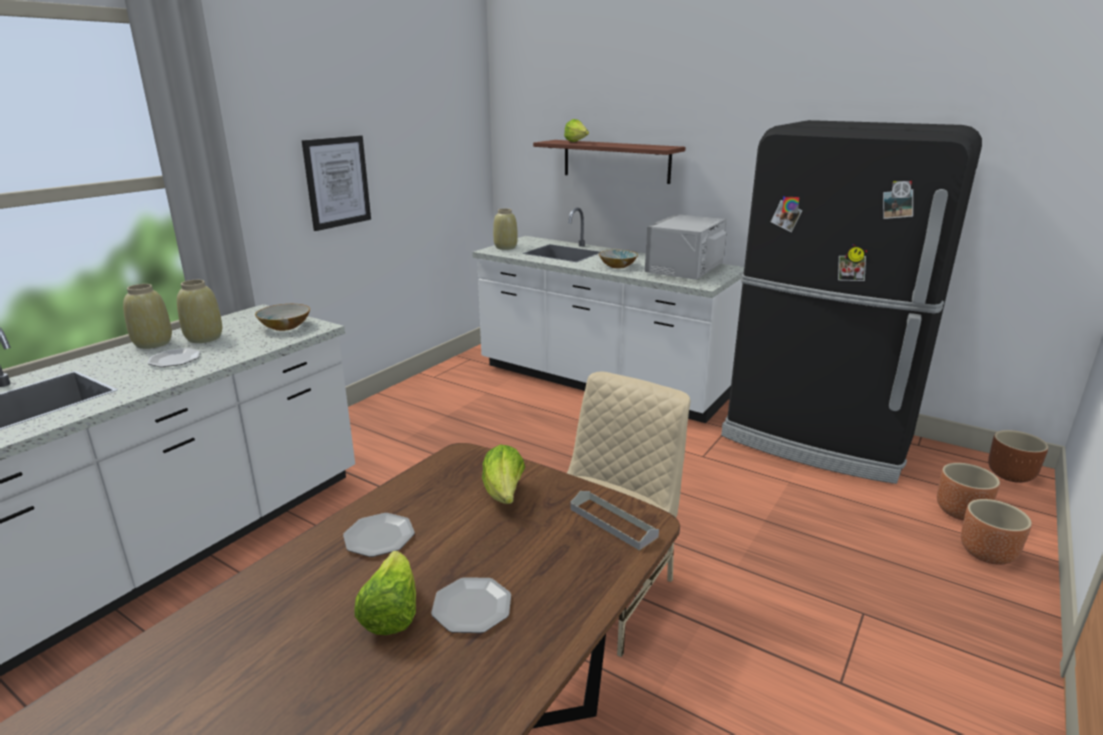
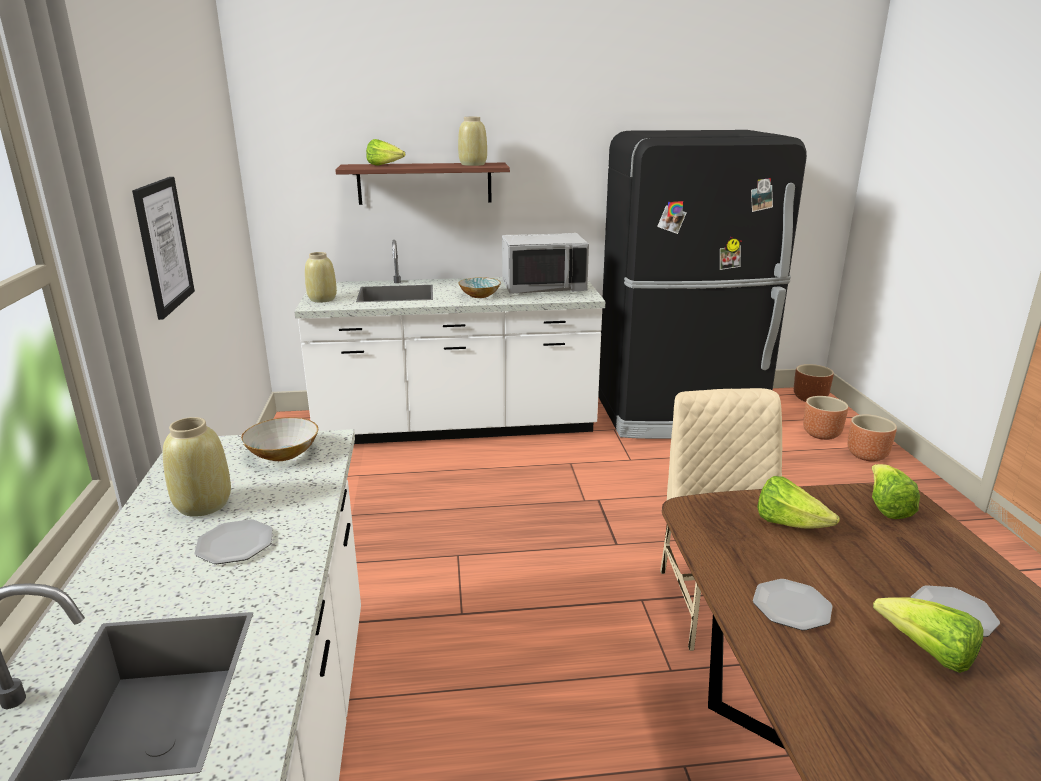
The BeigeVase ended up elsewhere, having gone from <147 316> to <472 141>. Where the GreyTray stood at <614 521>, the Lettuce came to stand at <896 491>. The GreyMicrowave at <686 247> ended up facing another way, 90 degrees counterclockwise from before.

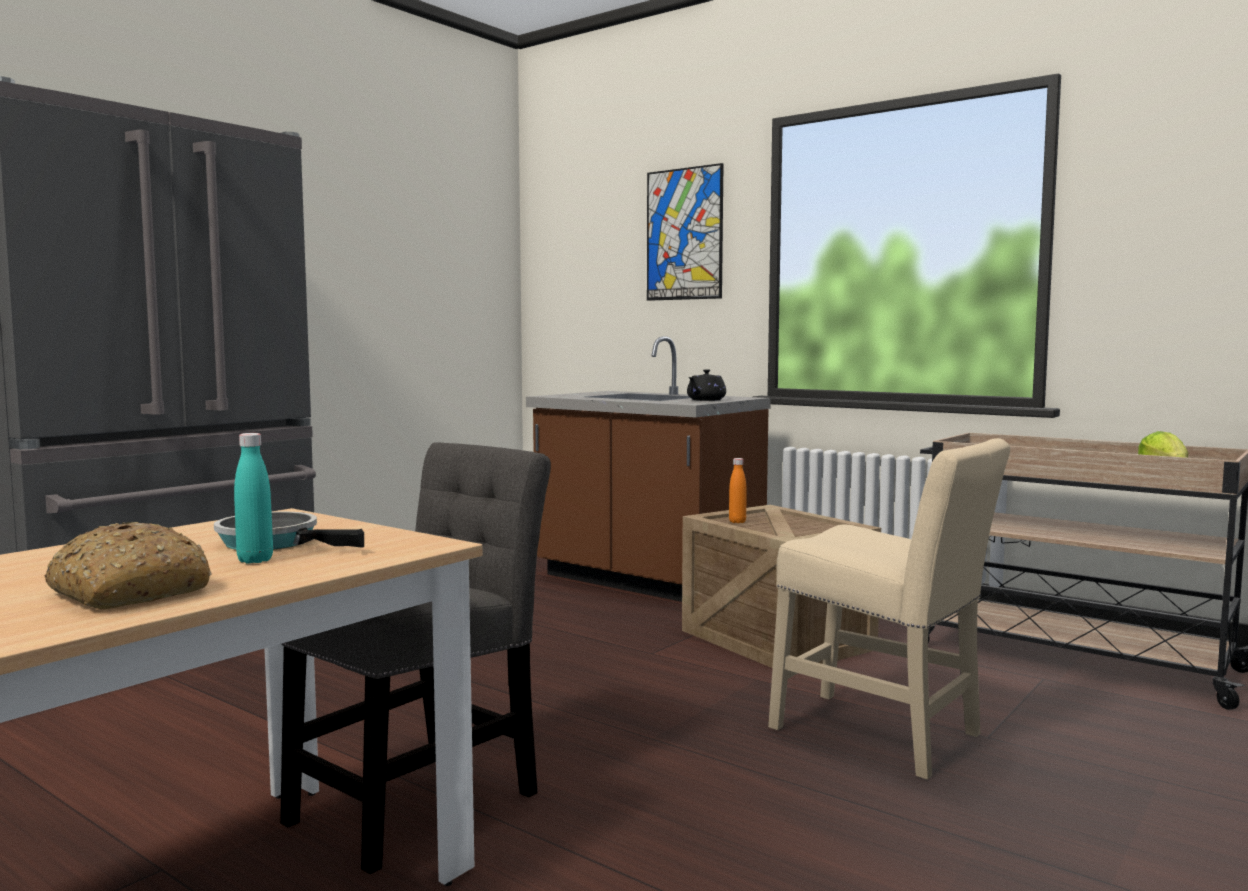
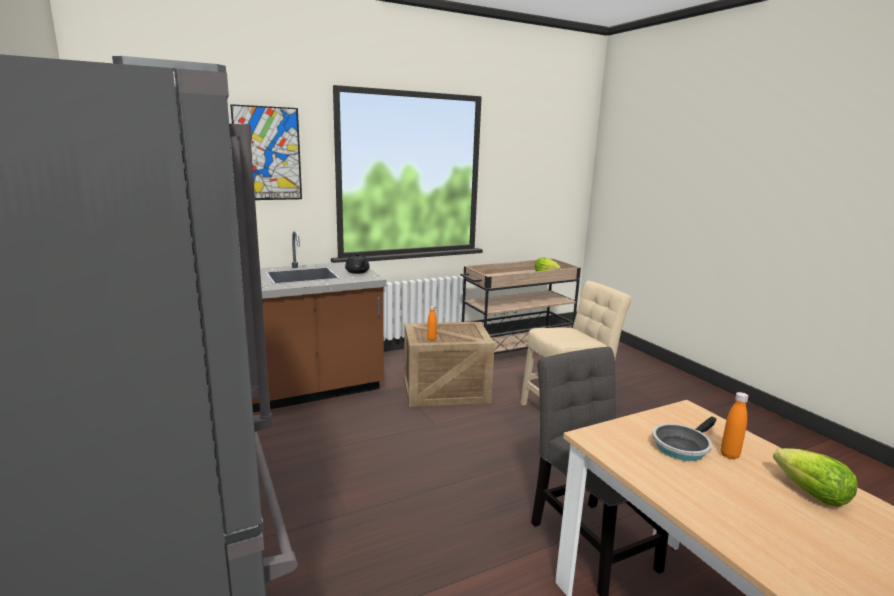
Where the Bread stood at <128 565>, the Lettuce came to stand at <815 477>. What was the TurquoiseBottle at <253 498> turned into the OrangeBottle at <734 425>.

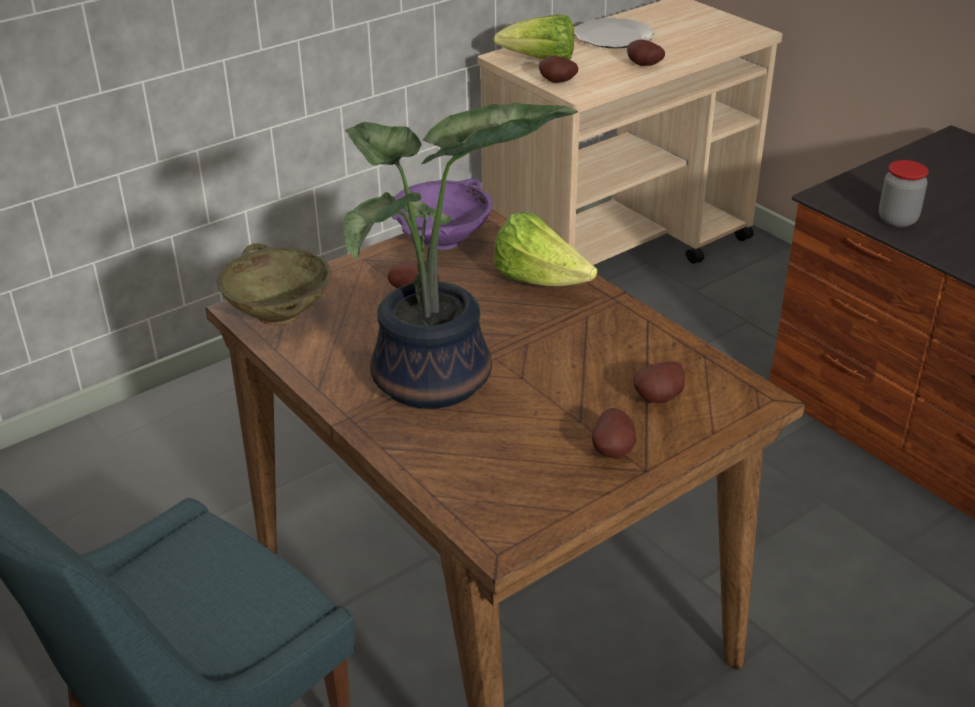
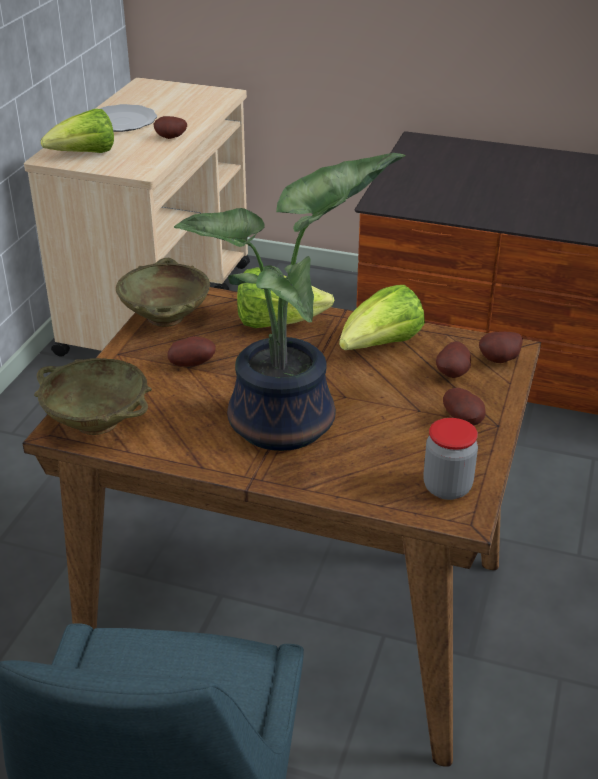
The second view gained the Lettuce at <382 317>. The Potato ended up elsewhere, having gone from <558 69> to <501 347>. The Jar ended up elsewhere, having gone from <904 193> to <451 459>. What was the PurpleBowl at <442 214> turned into the BeigeBowl at <163 292>.

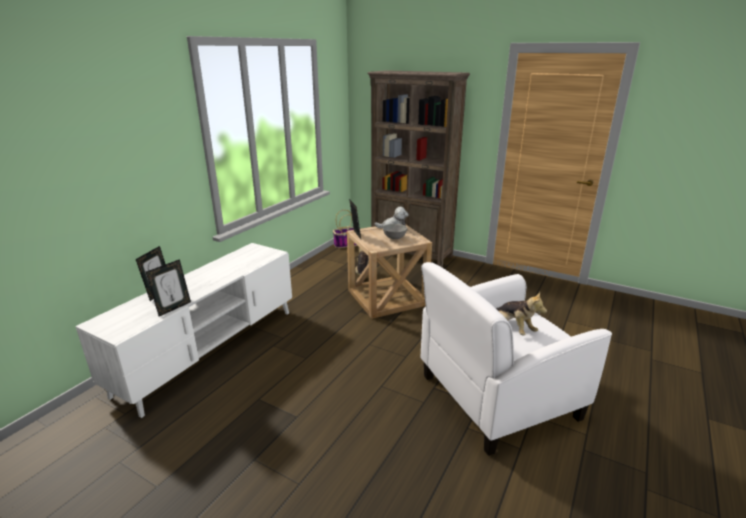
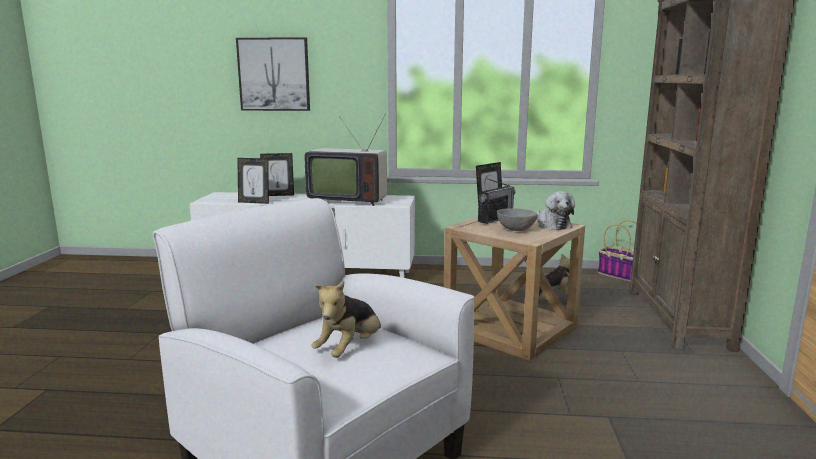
The second view gained the Picture at <273 74>. The second view gained the Television at <346 159>. The second view gained the Radio at <496 201>.

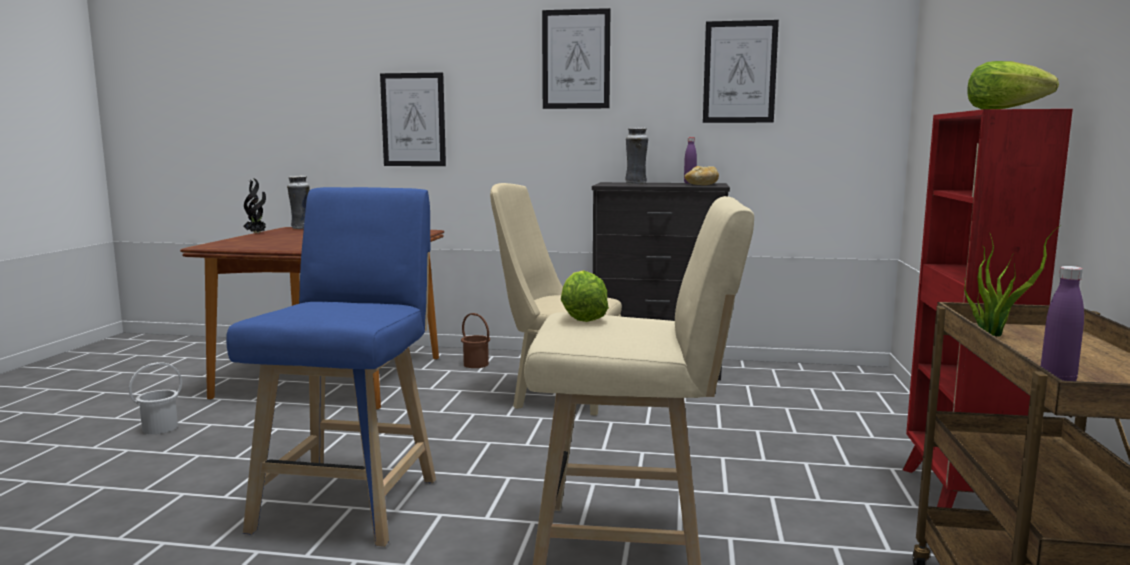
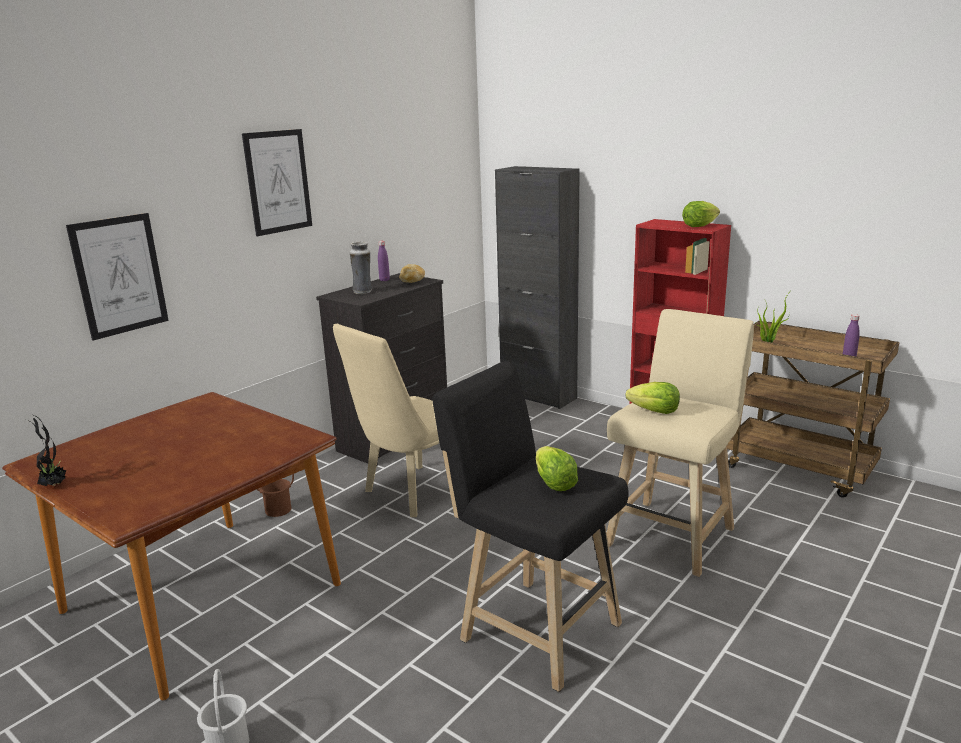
The second view lost the Vase at <298 202>. The second view lost the Picture at <741 71>. The second view gained the BlackCabinet at <537 287>. The second view gained the Lettuce at <557 468>. What was the BlueStool at <331 367> turned into the BlackStool at <530 526>.

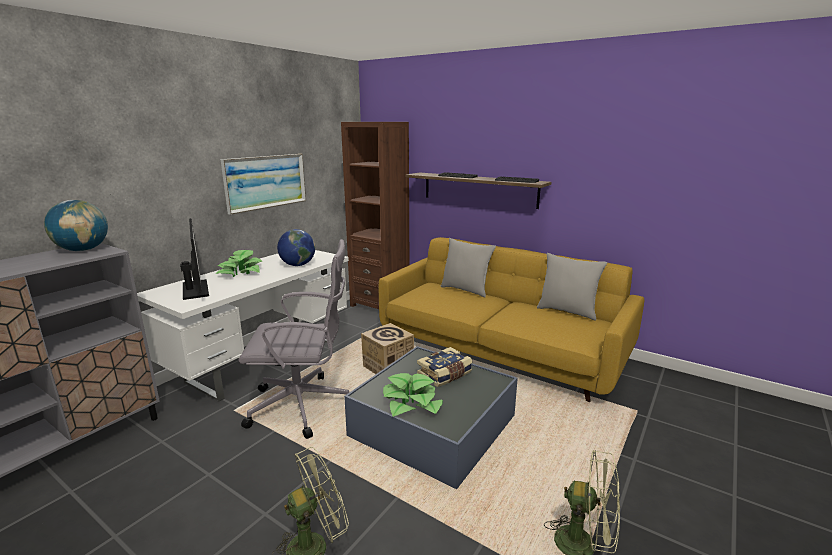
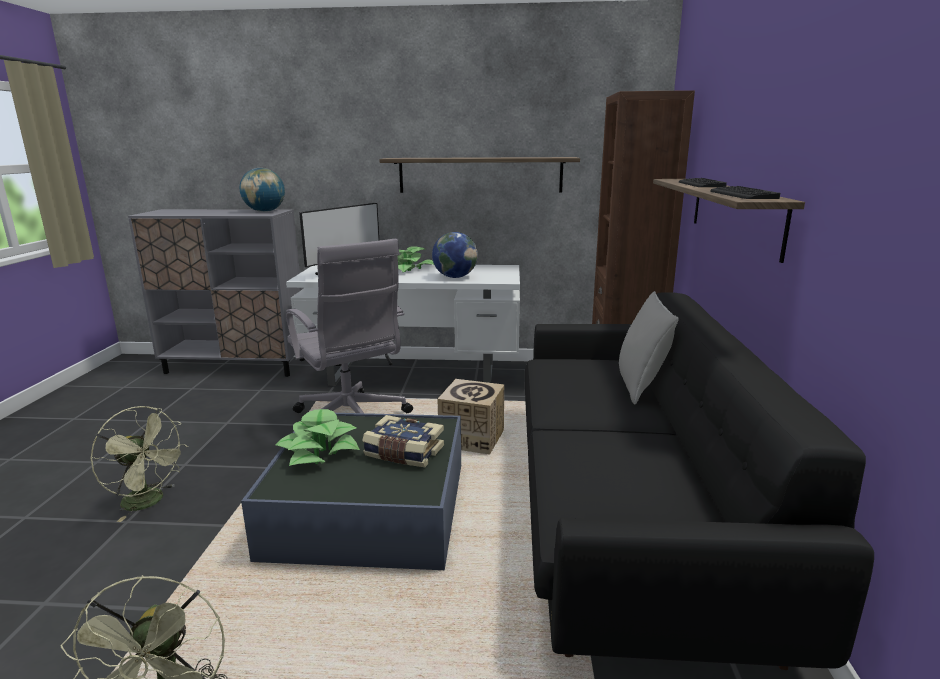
The second view lost the GreyPillow at <572 287>. Where the Picture hung at <263 184>, the Shelf came to hang at <479 175>. What was the YellowSofa at <511 319> turned into the BlackSofa at <699 481>.

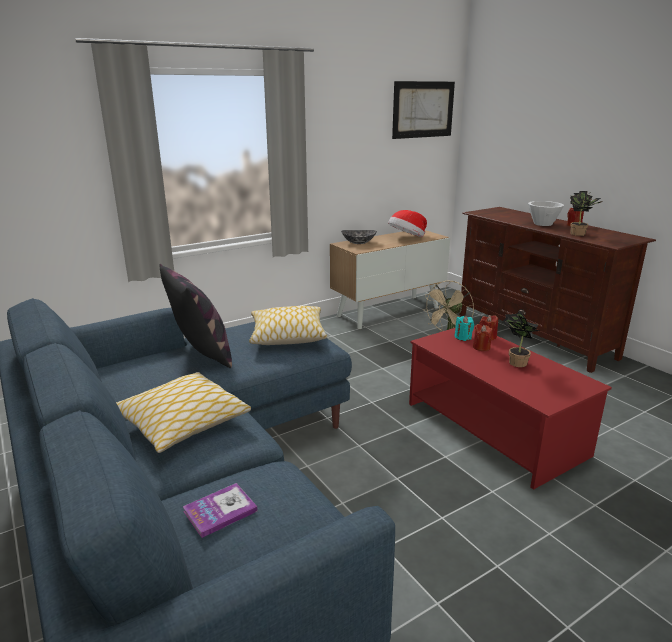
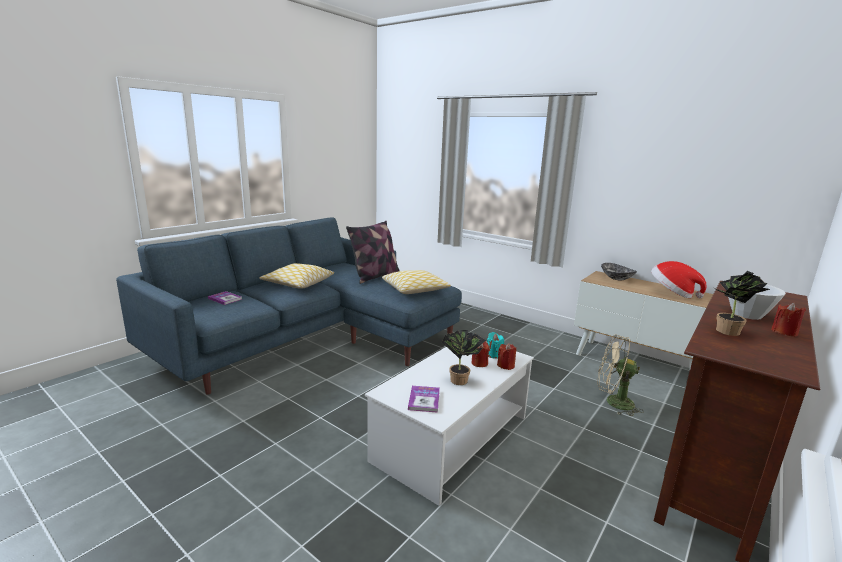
The second view lost the Picture at <423 110>. The second view gained the Book at <424 399>. What was the RedCoffeeTable at <510 408> turned into the WhiteCoffeeTable at <449 423>.

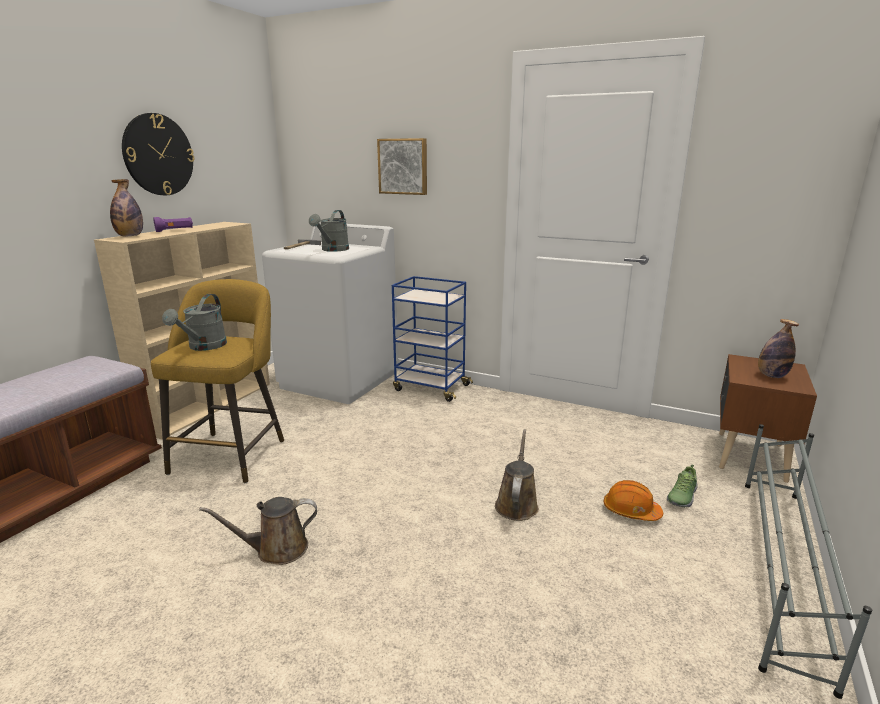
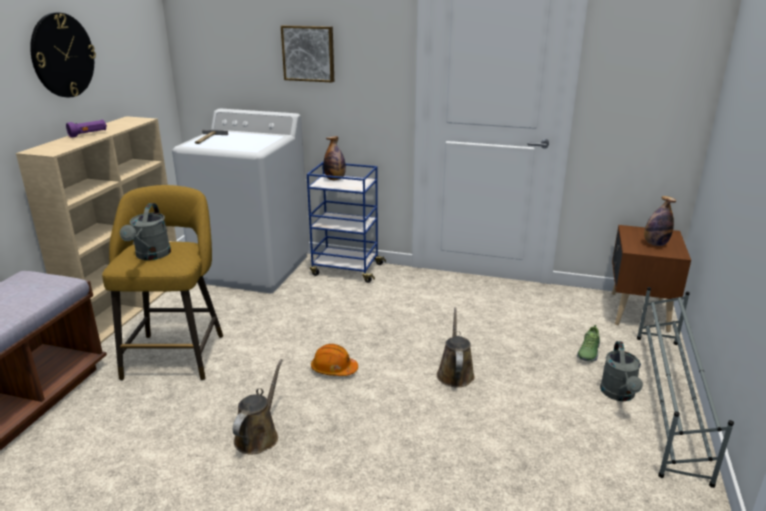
The Bottle ended up elsewhere, having gone from <126 207> to <335 158>. The GreyWateringCan ended up elsewhere, having gone from <329 231> to <621 371>. The OrangeHardHat ended up elsewhere, having gone from <633 500> to <334 360>. The BrownWateringCan at <258 531> ended up facing another way, 135 degrees clockwise from before.

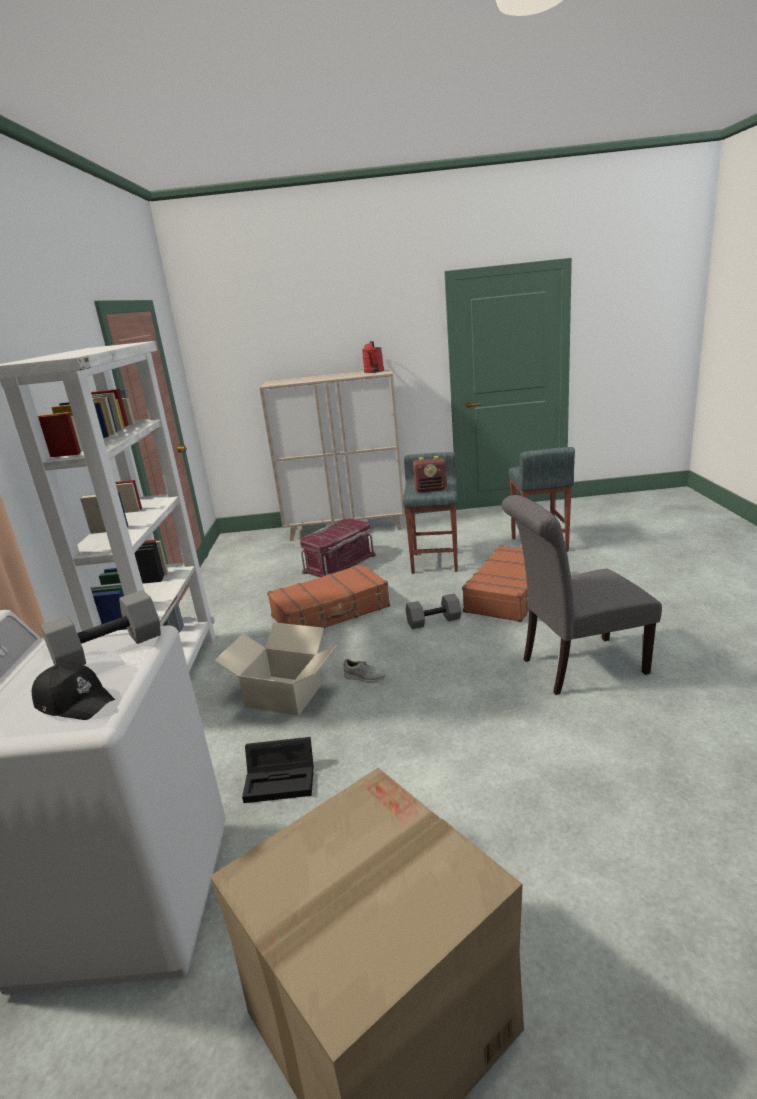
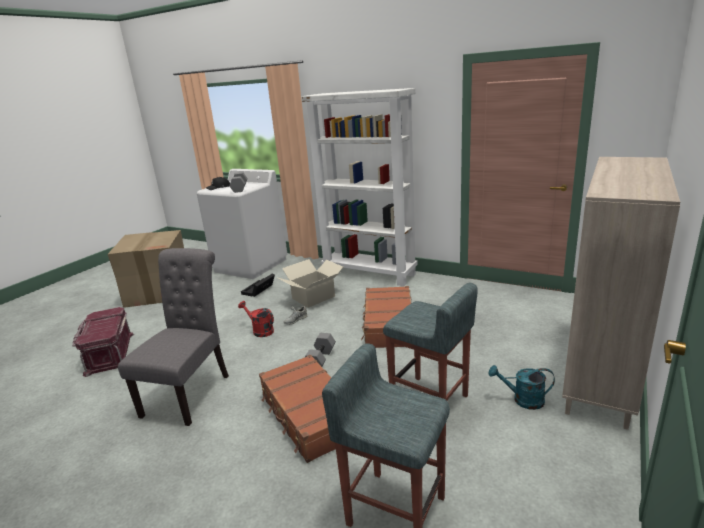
The second view lost the Radio at <430 474>. The second view gained the TurquoiseWateringCan at <522 387>. The RedStorageBox ended up elsewhere, having gone from <338 547> to <103 342>. The RedWateringCan ended up elsewhere, having gone from <373 357> to <256 319>.

